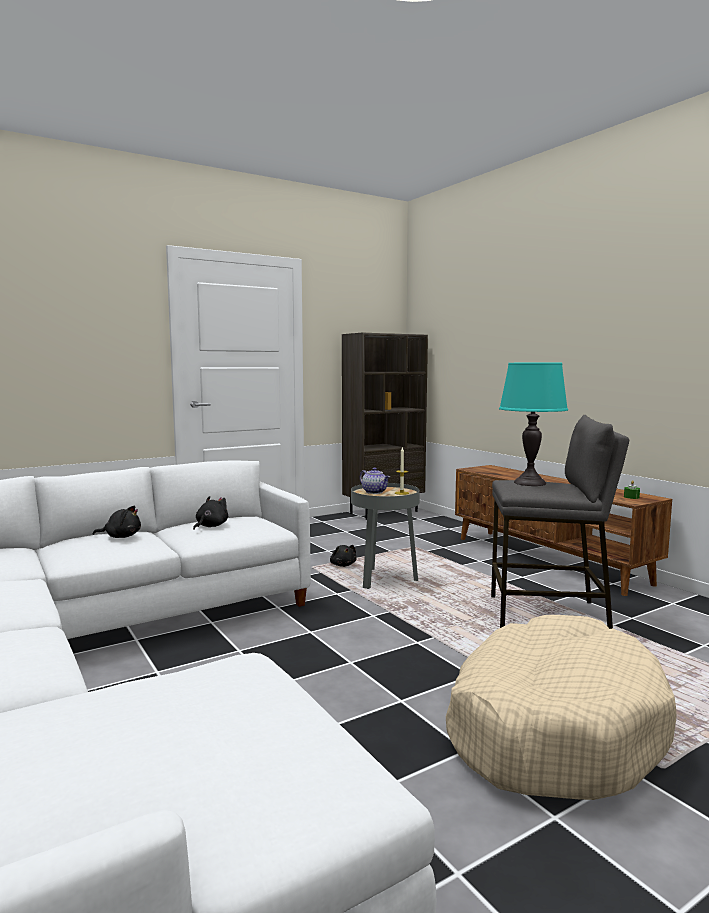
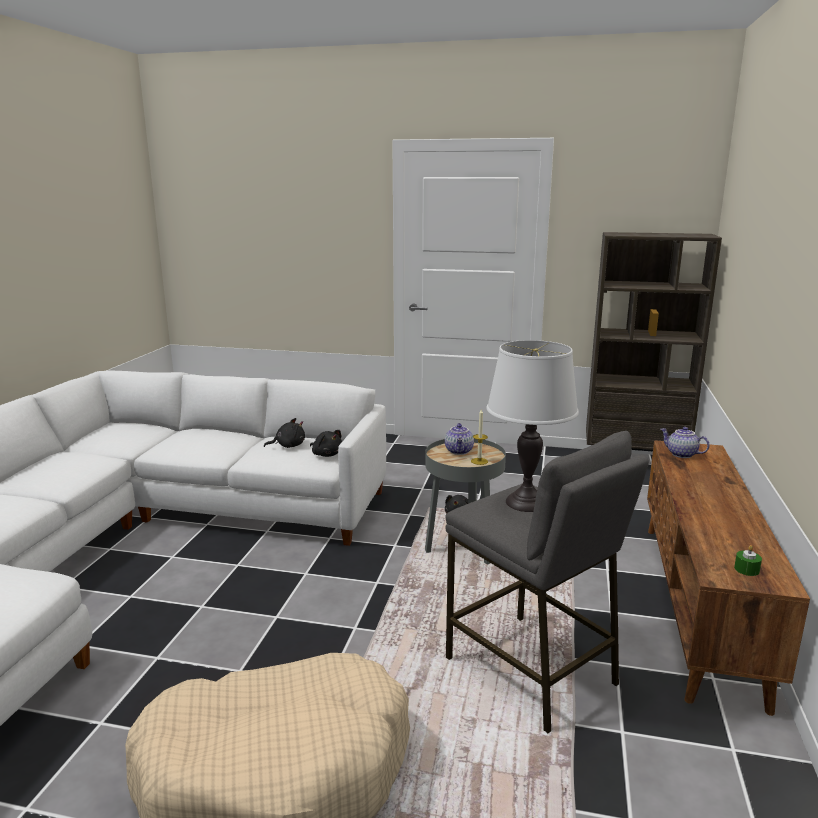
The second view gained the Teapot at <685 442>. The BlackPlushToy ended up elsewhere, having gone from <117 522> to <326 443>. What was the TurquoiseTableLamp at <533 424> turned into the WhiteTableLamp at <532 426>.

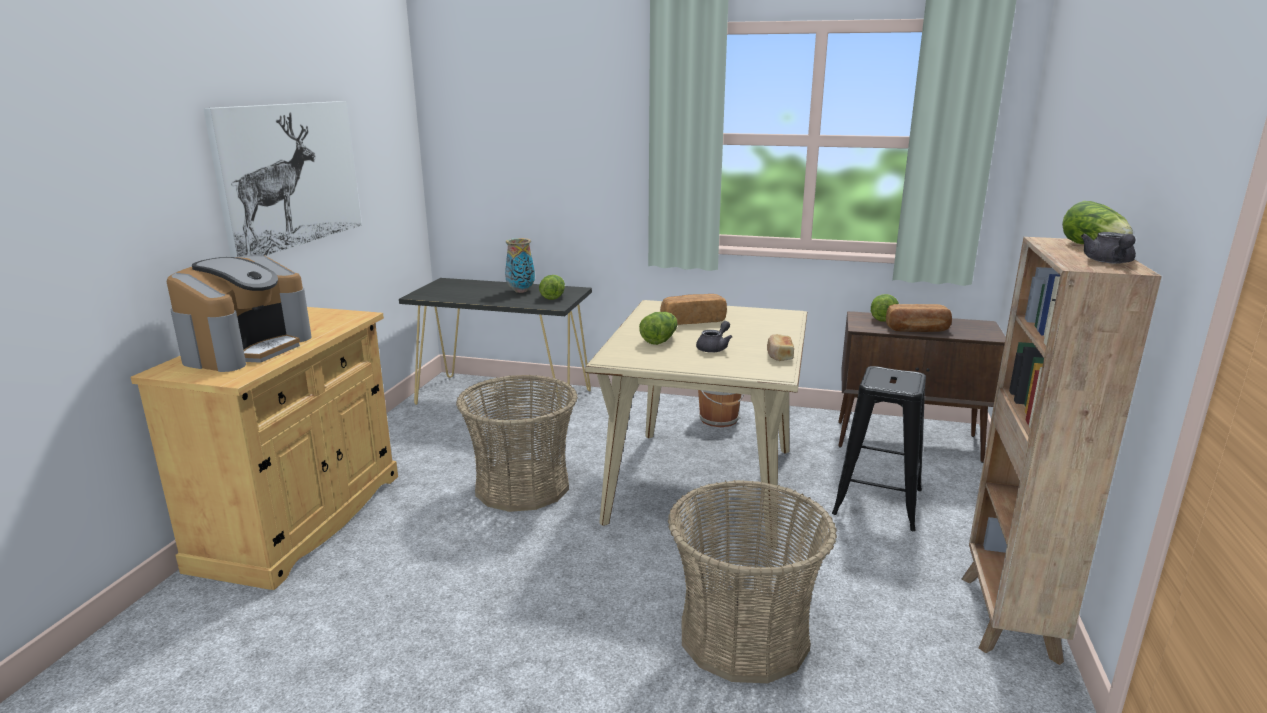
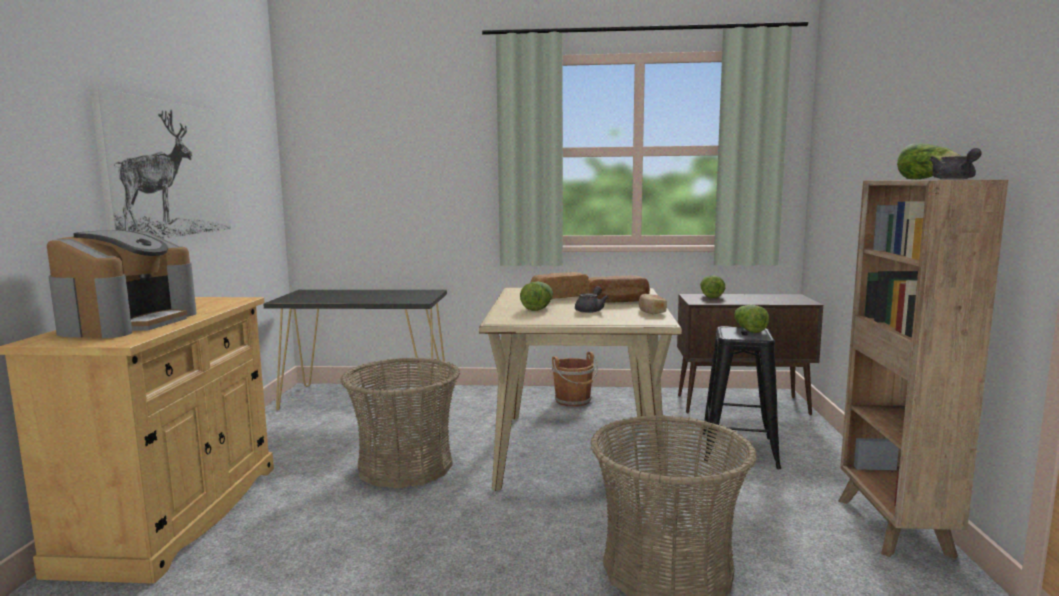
The second view lost the Vase at <520 265>. The Lettuce ended up elsewhere, having gone from <552 287> to <751 319>. The Bread ended up elsewhere, having gone from <919 318> to <618 289>.

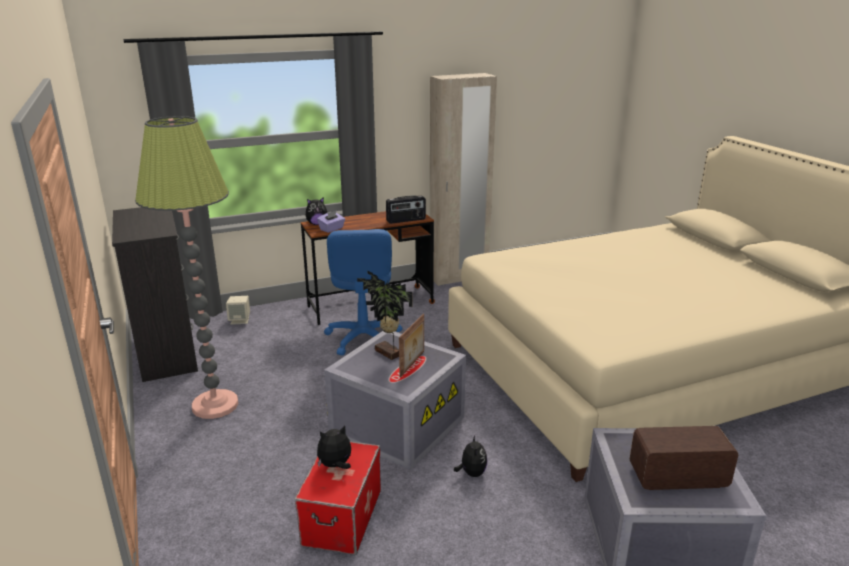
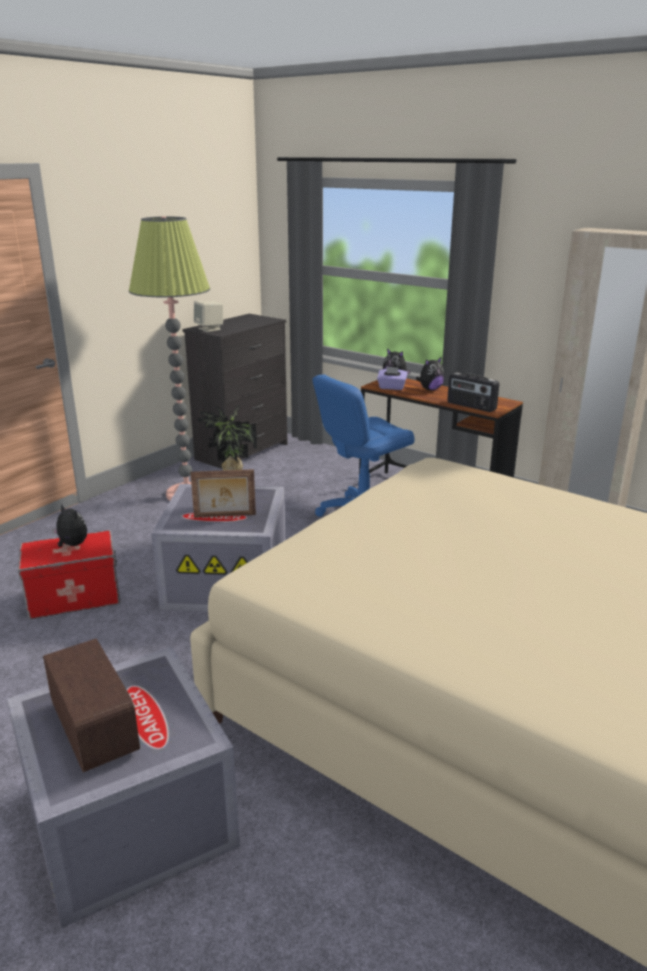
The BeigeSpeaker ended up elsewhere, having gone from <238 310> to <208 316>. The PlushToy ended up elsewhere, having gone from <470 456> to <430 374>.

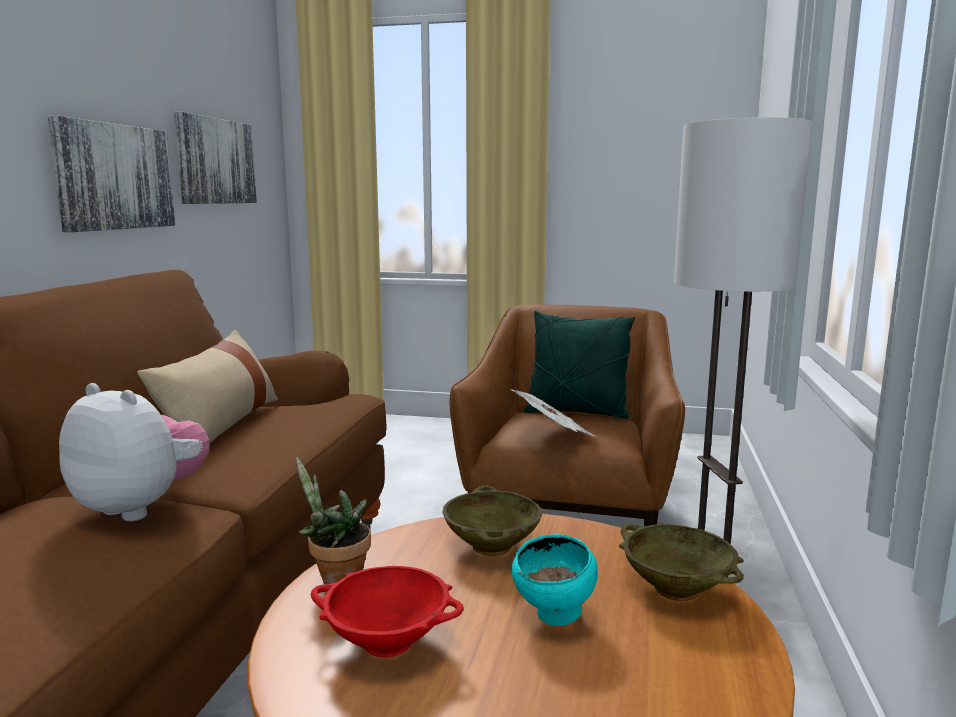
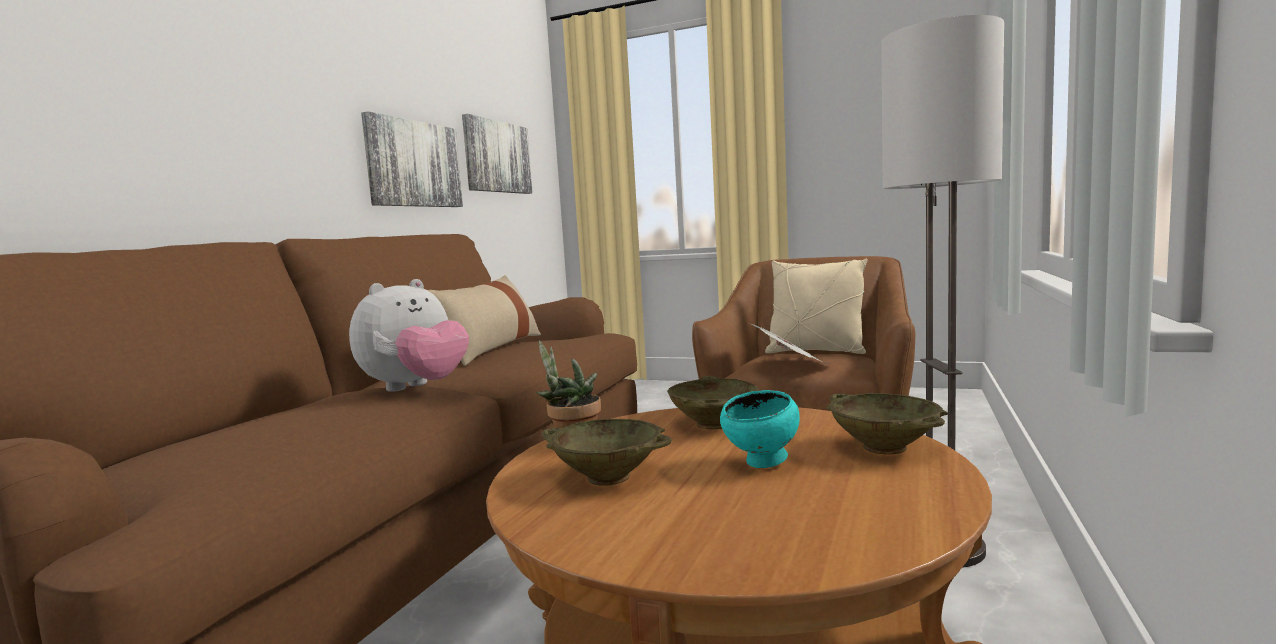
What was the RedBowl at <387 612> turned into the BeigeBowl at <607 452>. What was the GreenPillow at <579 365> turned into the BeigePillow at <816 306>. The PlushToy at <134 452> ended up facing another way, 90 degrees clockwise from before.

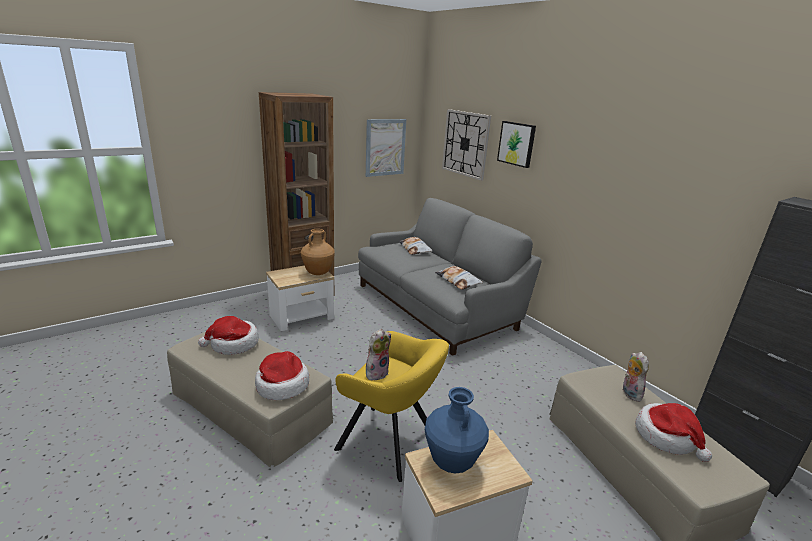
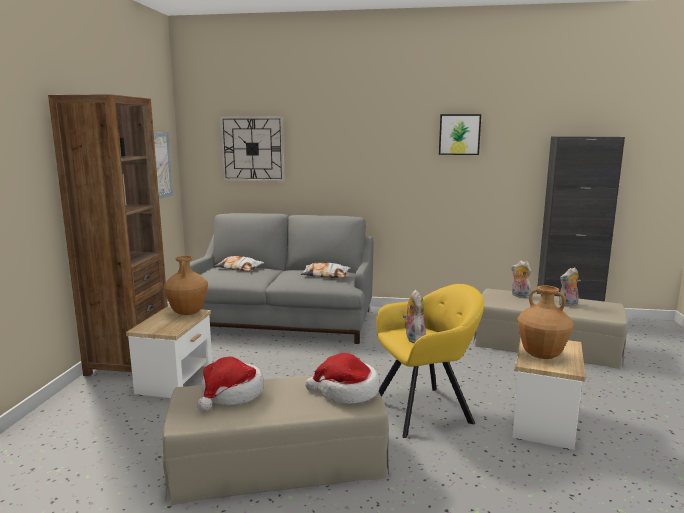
The Picture ended up elsewhere, having gone from <516 144> to <460 134>. Where the Hat stood at <673 432>, the PlushToy came to stand at <568 287>. What was the BlueVase at <457 430> turned into the BrownVase at <545 322>.

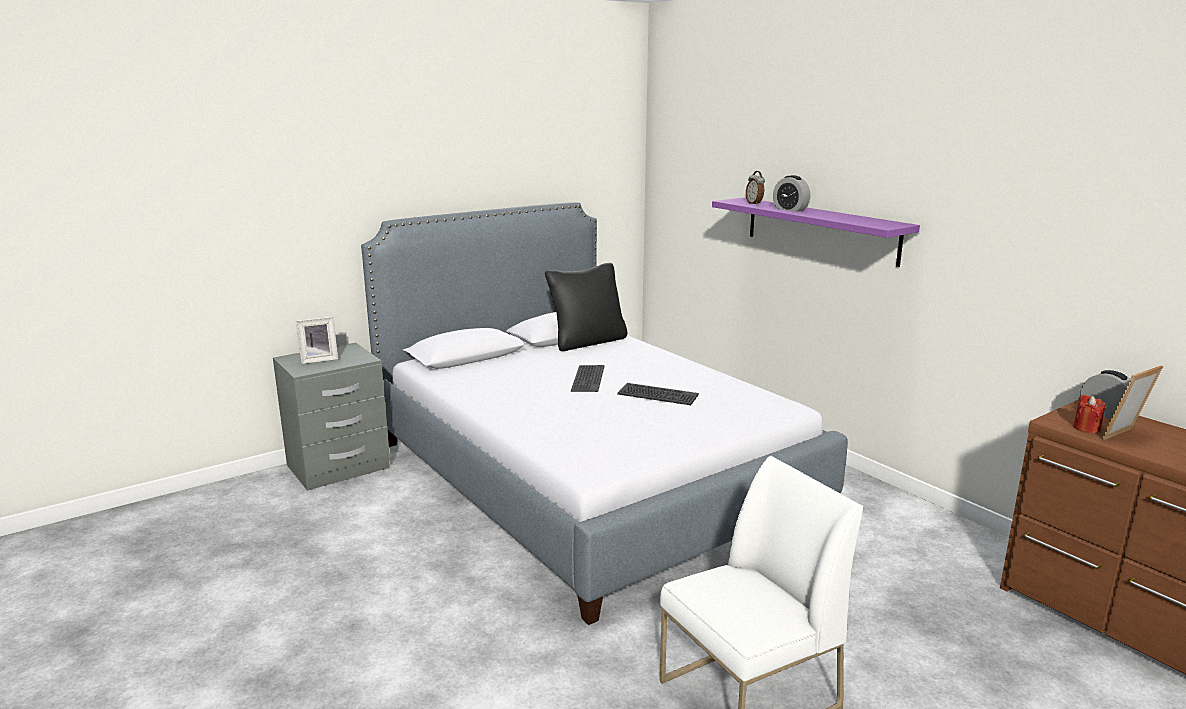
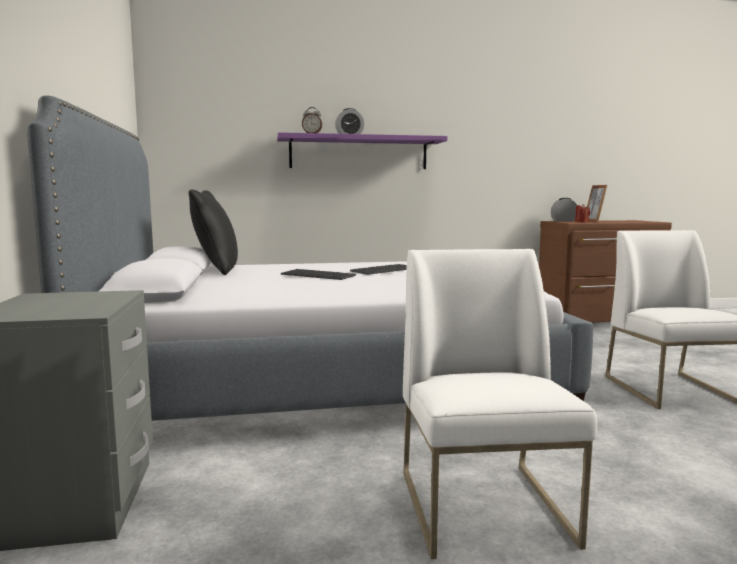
The second view lost the PictureFrame at <317 340>. The second view gained the WhiteChair at <500 404>.

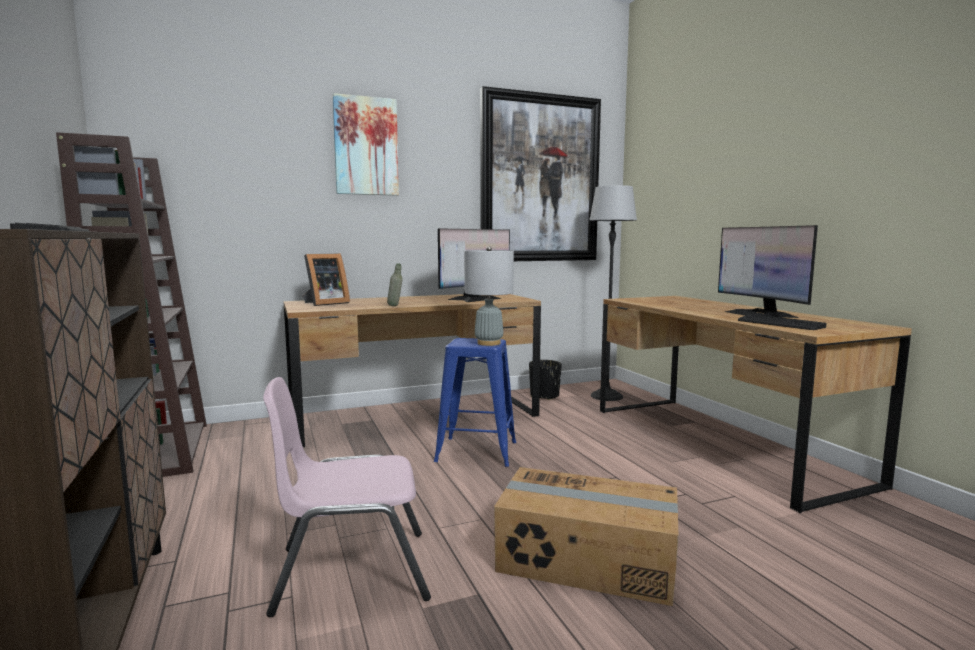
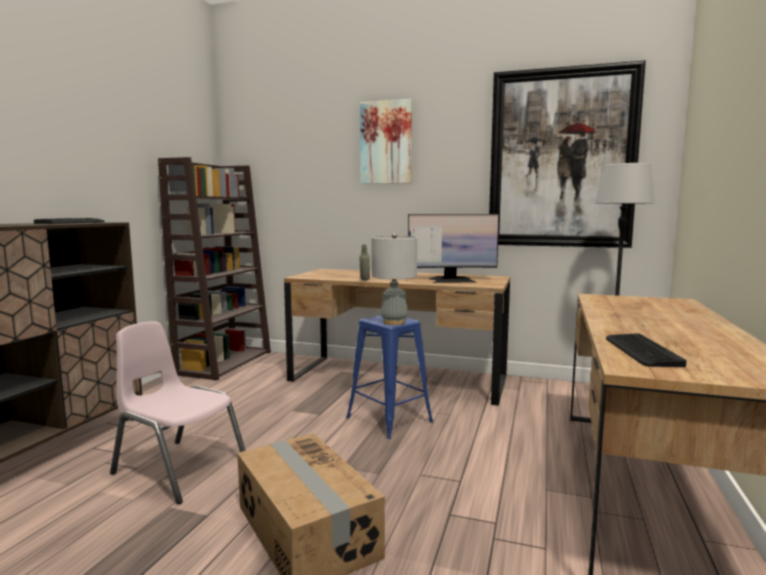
The second view lost the PictureFrame at <326 279>. The second view lost the BlackPlanter at <545 380>. The second view lost the Monitor at <768 271>.

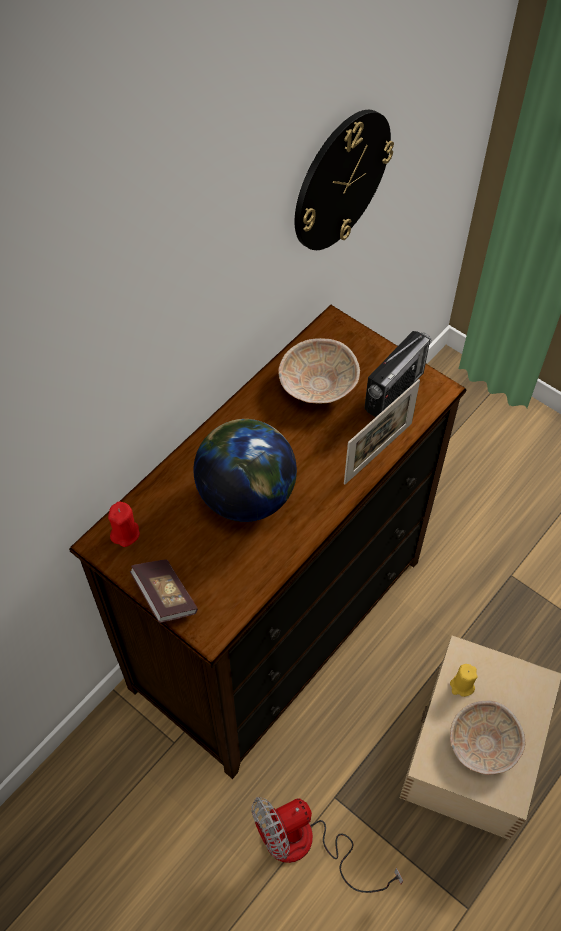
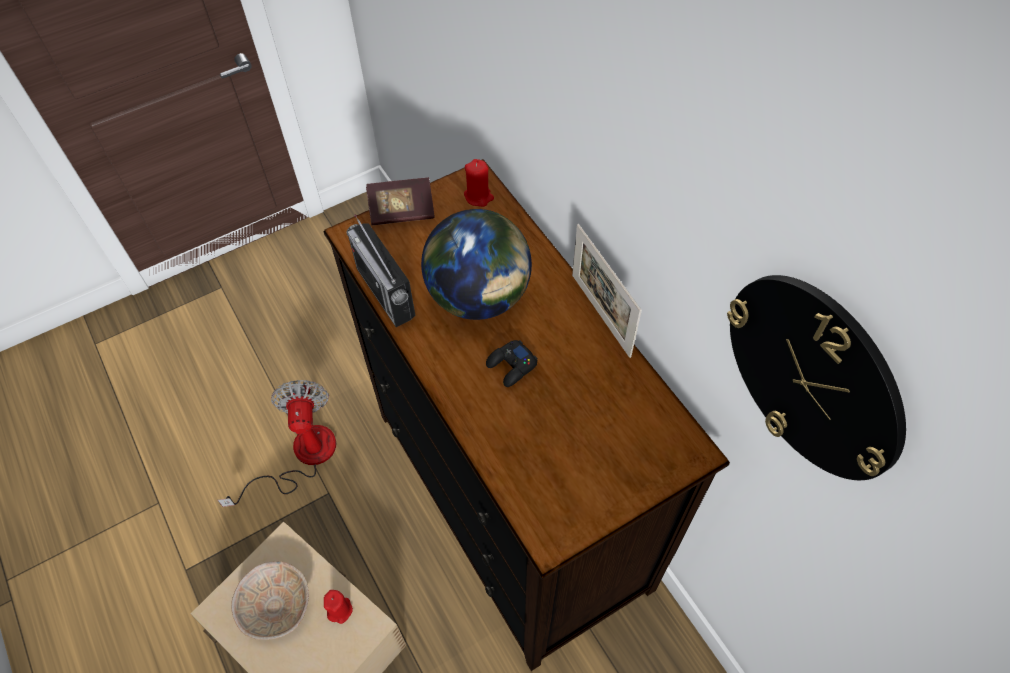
The second view lost the BeigeBowl at <319 370>. The second view gained the BlackGameController at <511 363>. The PictureFrame ended up elsewhere, having gone from <382 431> to <607 291>. The Radio ended up elsewhere, having gone from <398 374> to <381 270>. What was the YellowCandle at <463 680> turned into the RedCandle at <338 607>.

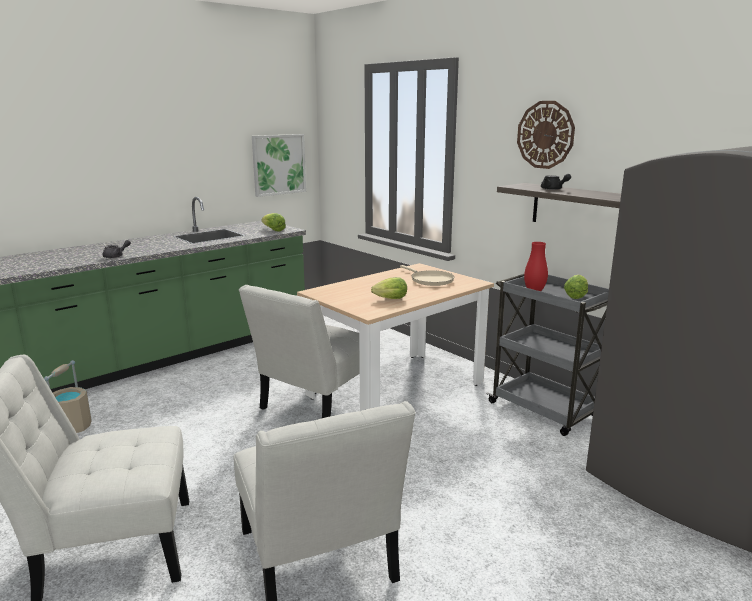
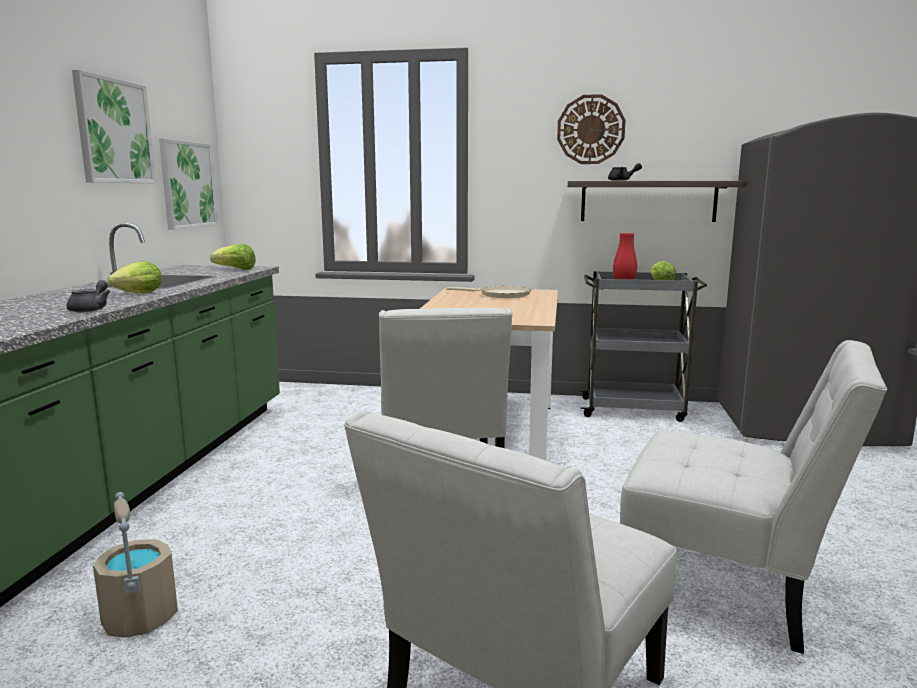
The second view gained the Picture at <114 126>. The Lettuce ended up elsewhere, having gone from <389 288> to <134 277>.

